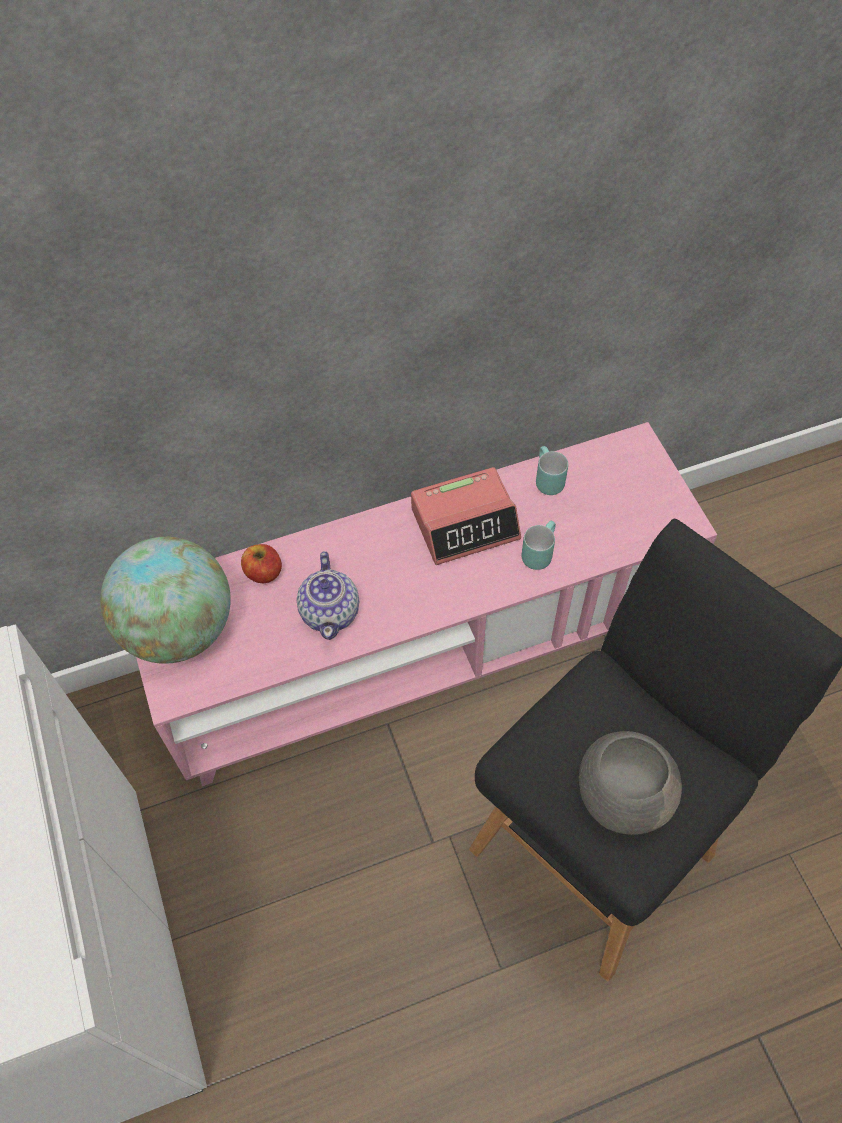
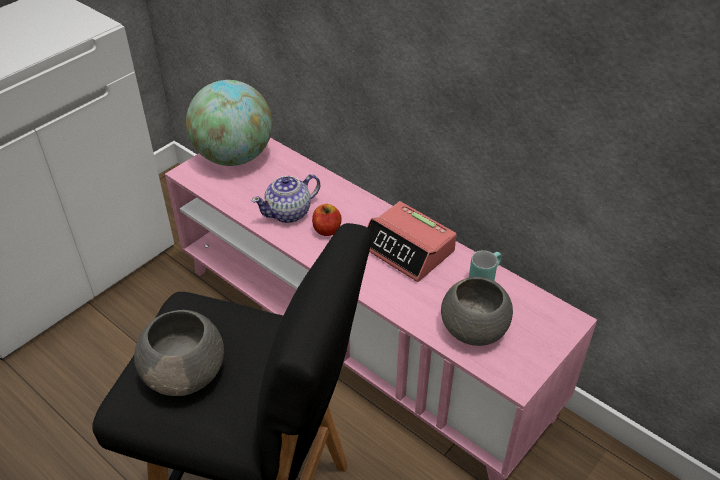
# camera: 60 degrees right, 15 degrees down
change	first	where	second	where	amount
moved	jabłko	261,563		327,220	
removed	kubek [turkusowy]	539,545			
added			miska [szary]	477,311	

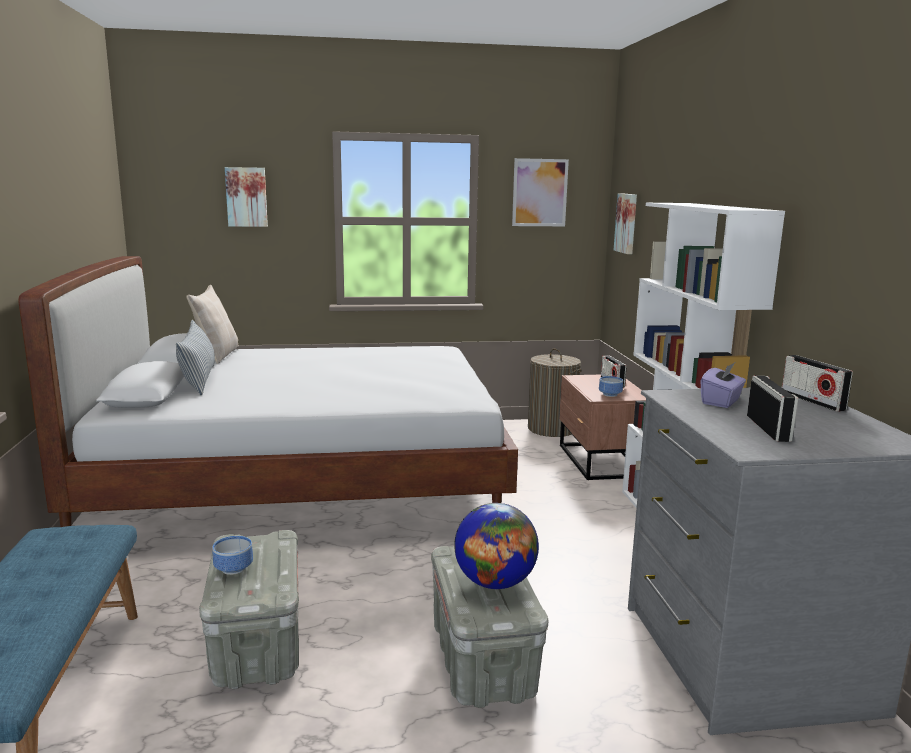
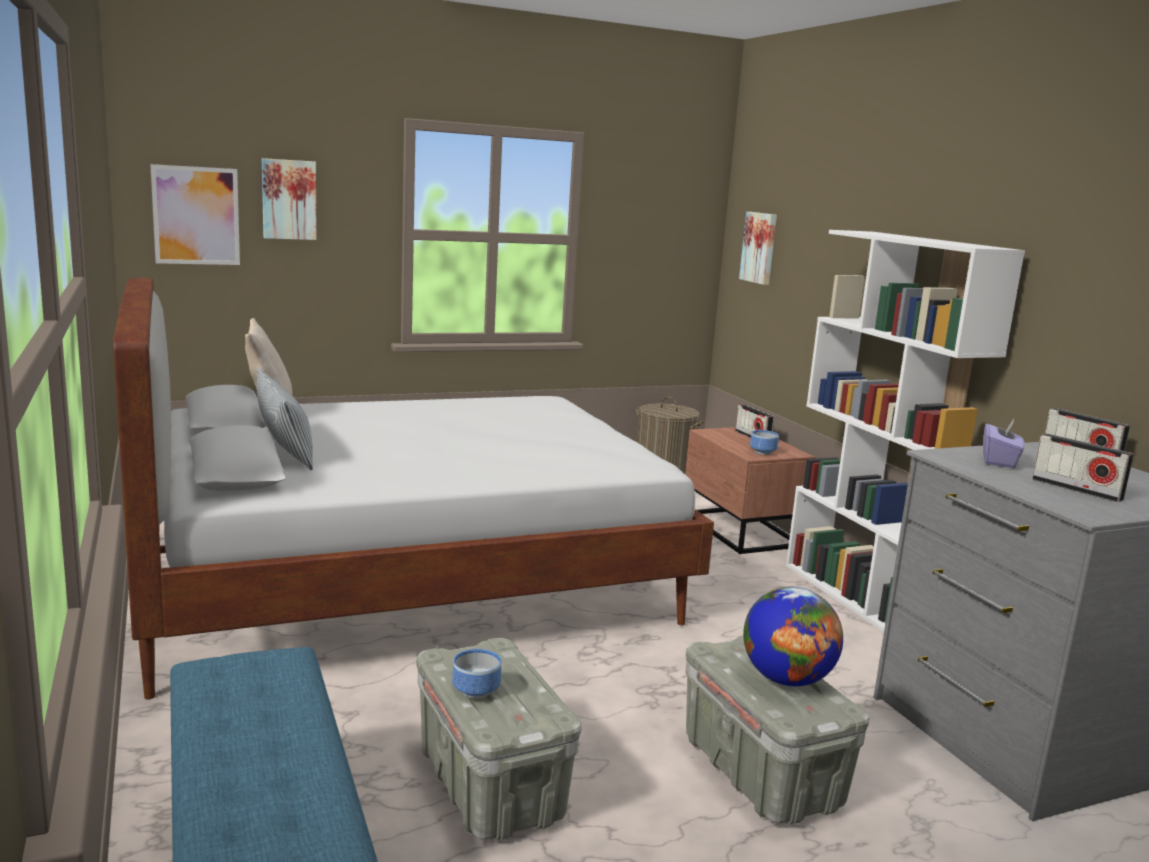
# camera: 15 degrees left, 0 degrees up
change	first	where	second	where	amount
moved	obraz	540,192		195,214	
turned	radio	772,408		1083,468	150 degrees clockwise

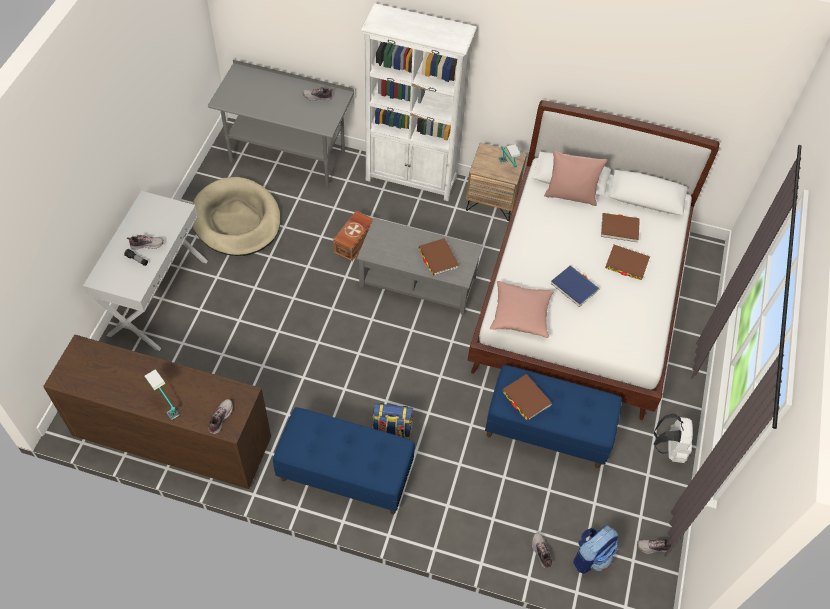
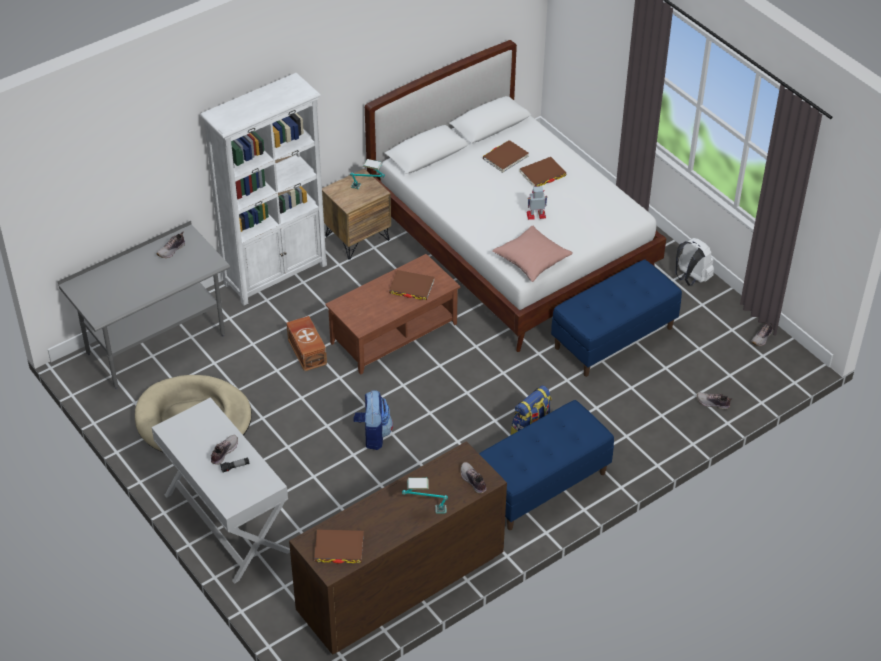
# camera: 50 degrees left, 10 degrees down
change	first	where	second	where	amount
recoloured	ława [szary]	420,266	ława [brązowy]	392,314	
moved	książka [brązowy]	527,397		339,546	
removed	poduszka [różowy]	575,178			
replaced	książka [niebieski]	575,286	robot zabawkowy	536,203	
moved	plecak	595,549		373,420	

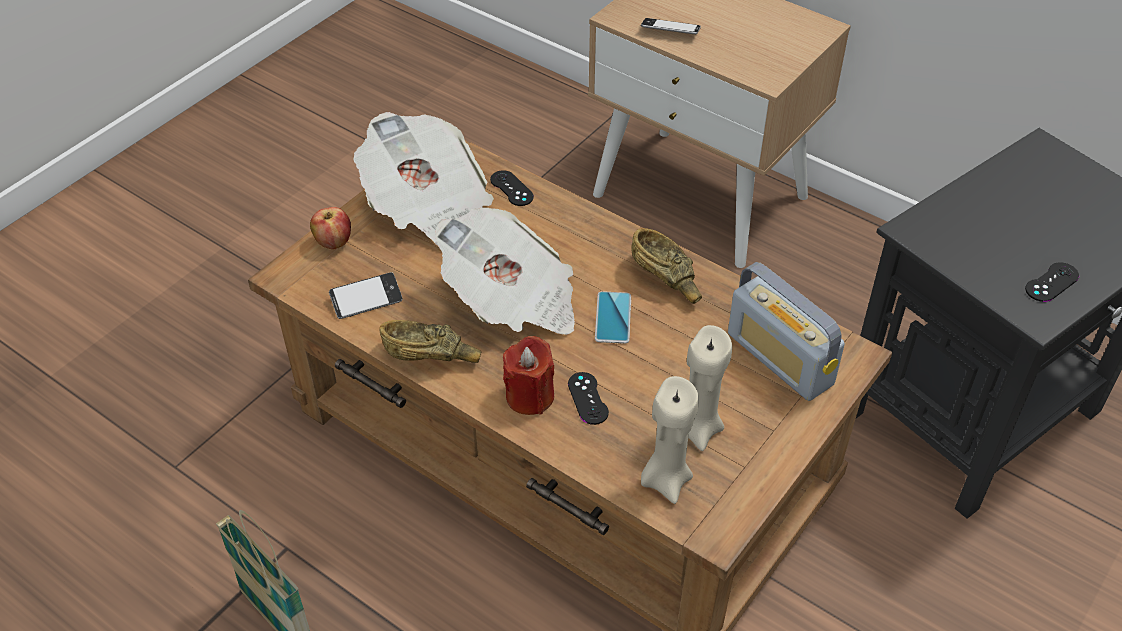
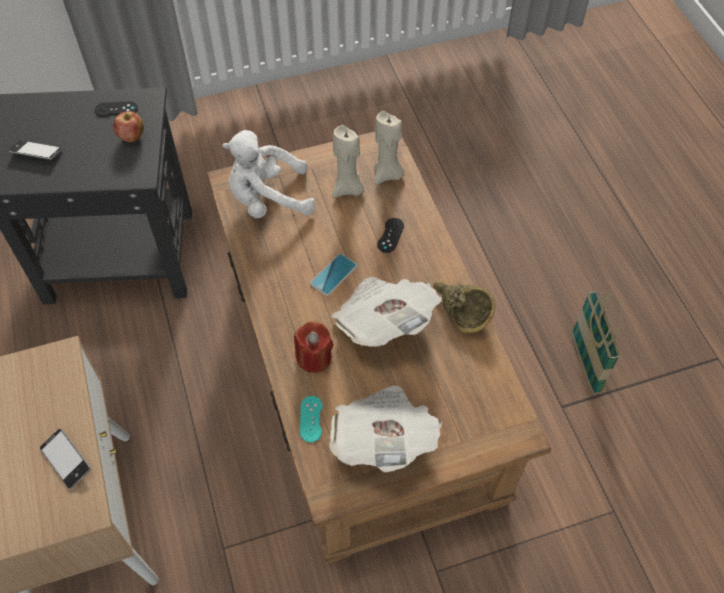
# camera: 145 degrees left, 10 degrees up
change	first	where	second	where	amount
moved	jabłko	330,228		128,127	
moved	telefon	366,295		35,150	
recoloured	pad do gier [czarny]	512,188	pad do gier [turkusowy]	311,419	
moved	świeca [czerwony]	528,375		314,347	
removed	miska [brązowy]	666,266			
replaced	radio	786,331	pluszak [biały]	268,174	

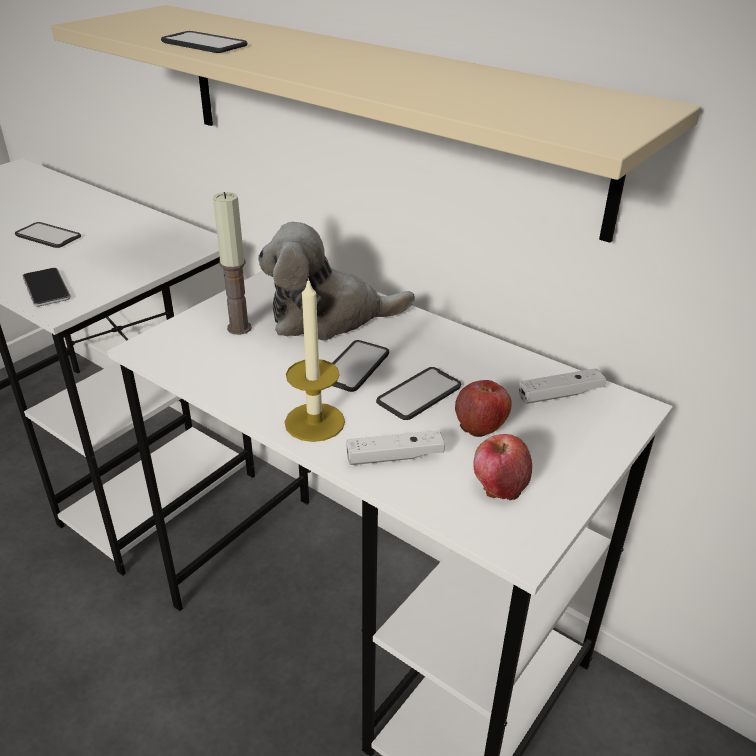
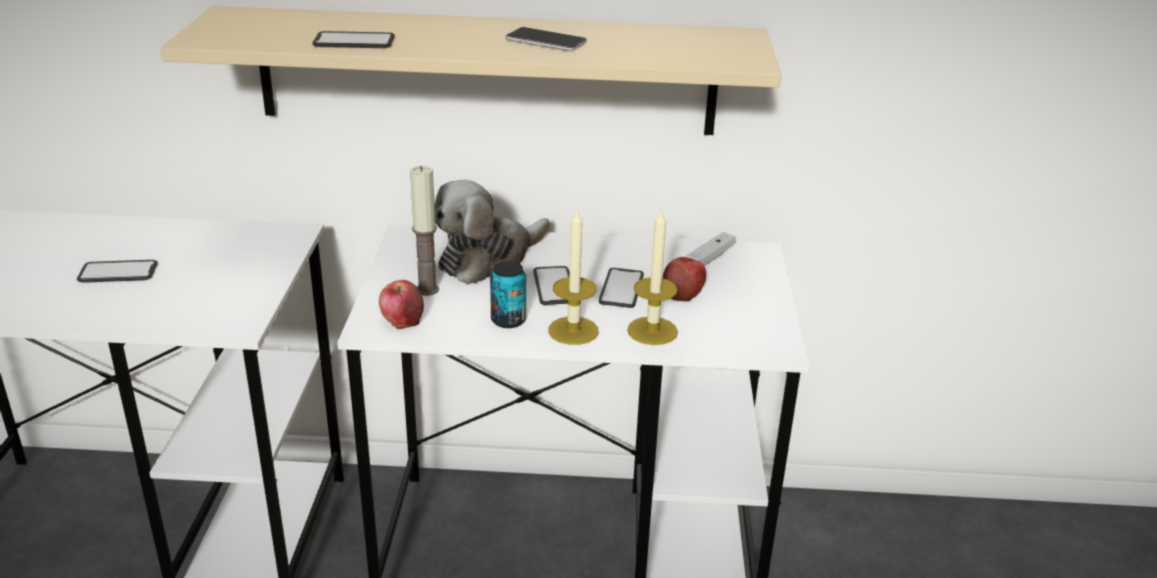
# camera: 35 degrees left, 5 degrees down
change	first	where	second	where	amount
moved	telefon	46,287		546,39	
replaced	pad do gier [biały]	395,447	świeca	652,276	
moved	jabłko	502,467		401,304	
added			puszka	508,294	

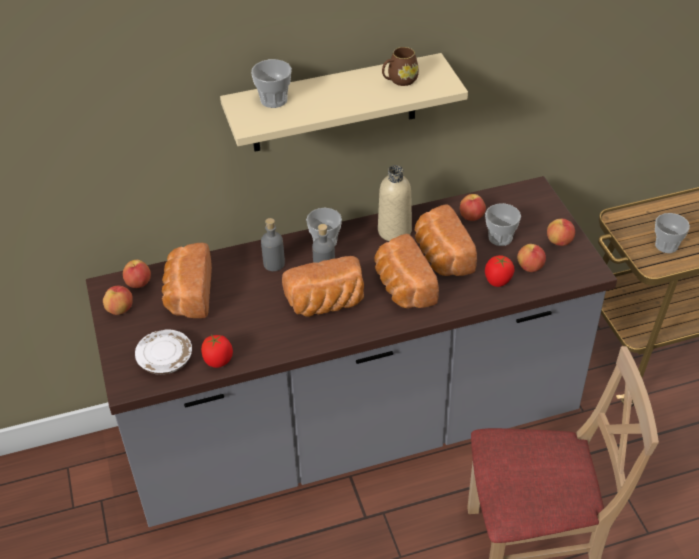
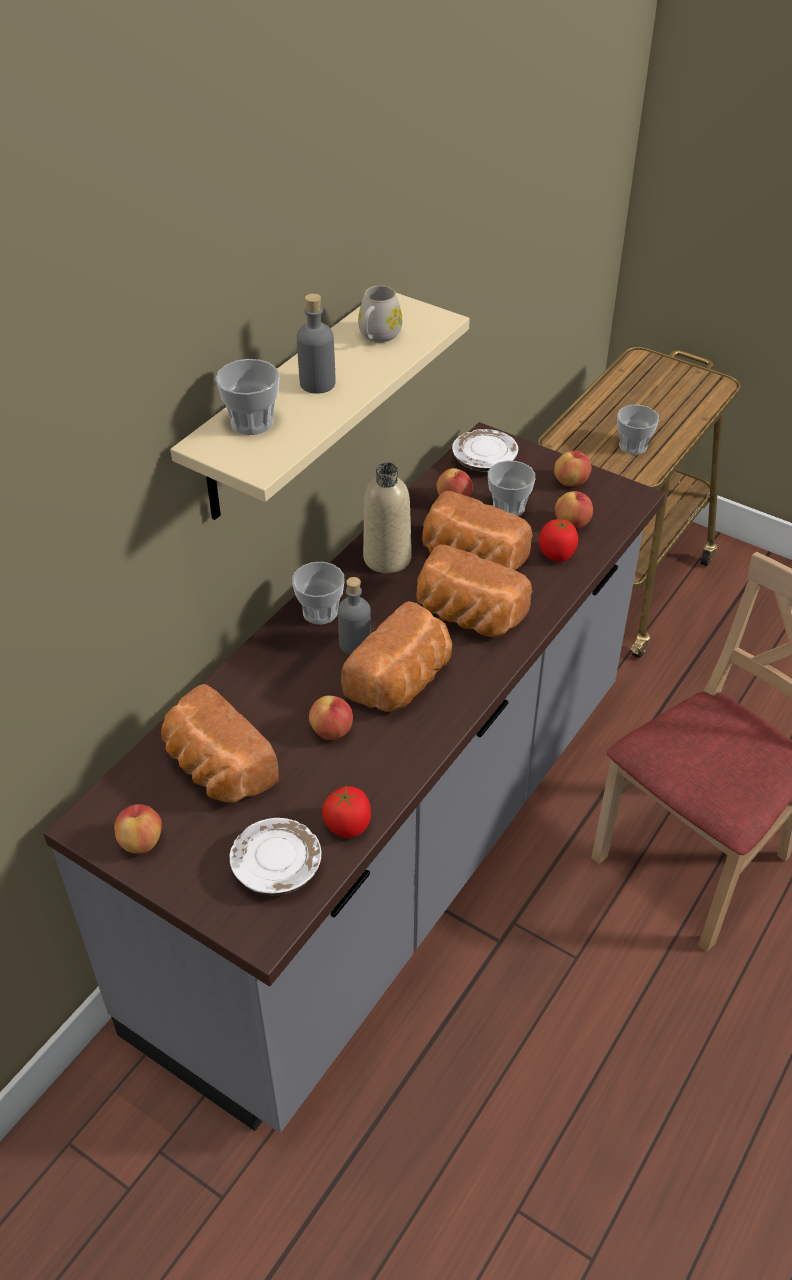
# camera: 40 degrees left, 0 degrees up
change	first	where	second	where	amount
moved	jabłko	137,274		331,718	
moved	butelka [szary]	273,244		316,343	
recoloured	kubek [brązowy]	400,66	kubek [biały]	380,314	
added			talerz [biały]	485,450	

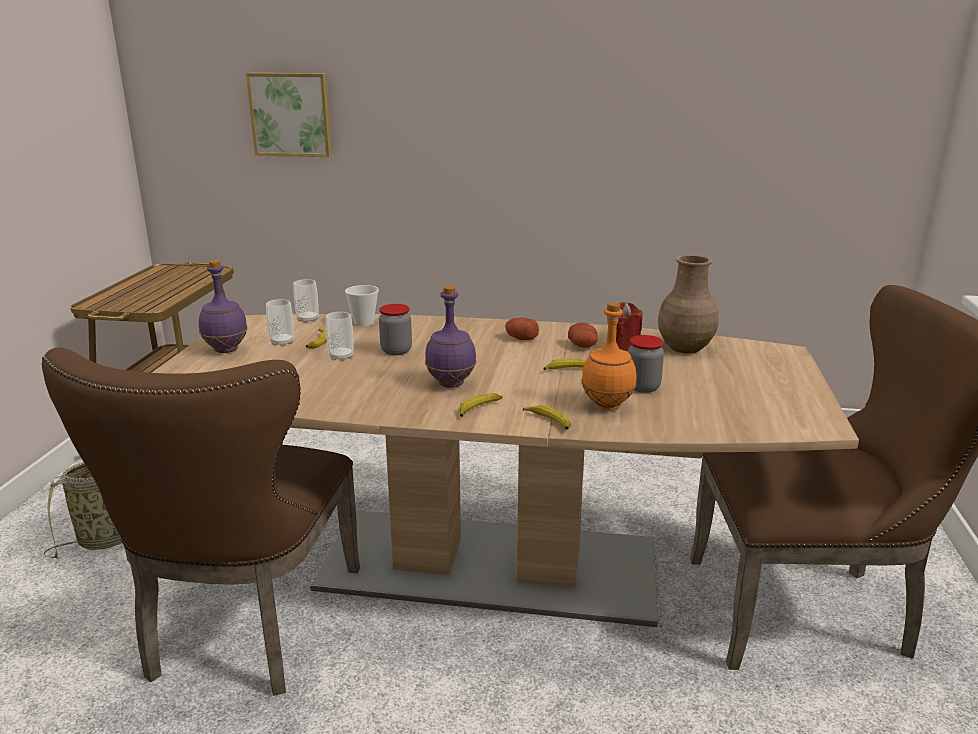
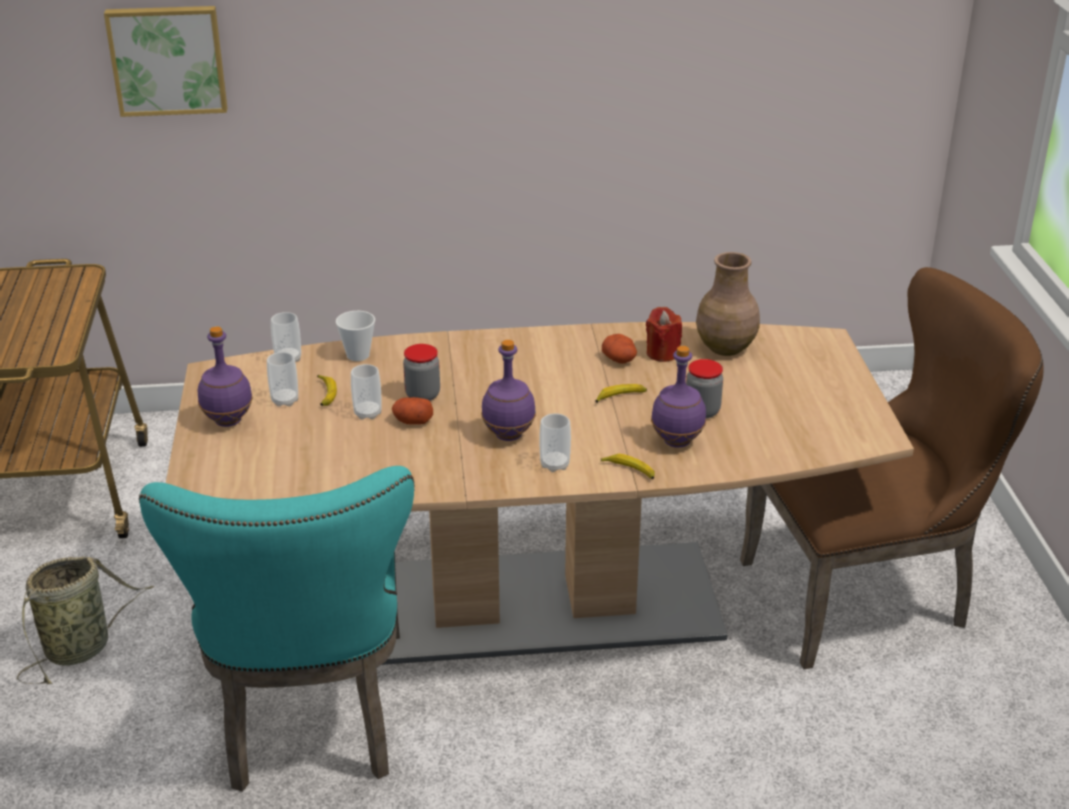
# camera: 15 degrees left, 10 degrees up
change	first	where	second	where	amount
recoloured	krzesło [brązowy]	201,521	krzesło [turkusowy]	276,629	
replaced	banan	481,405	filiżanka	555,442	
moved	ziemniak	522,329		412,411	
recoloured	butelka [pomarańczowy]	609,356	butelka [fioletowy]	678,397	

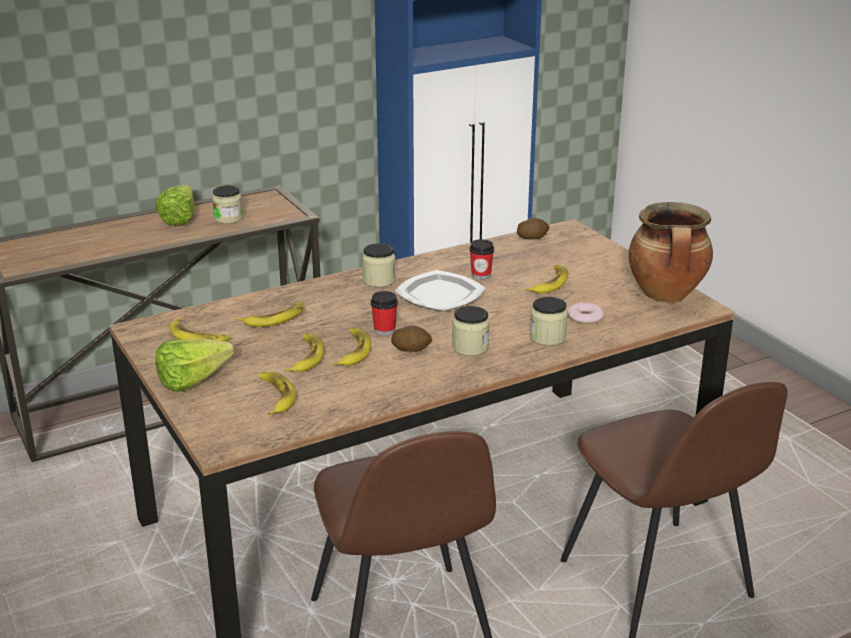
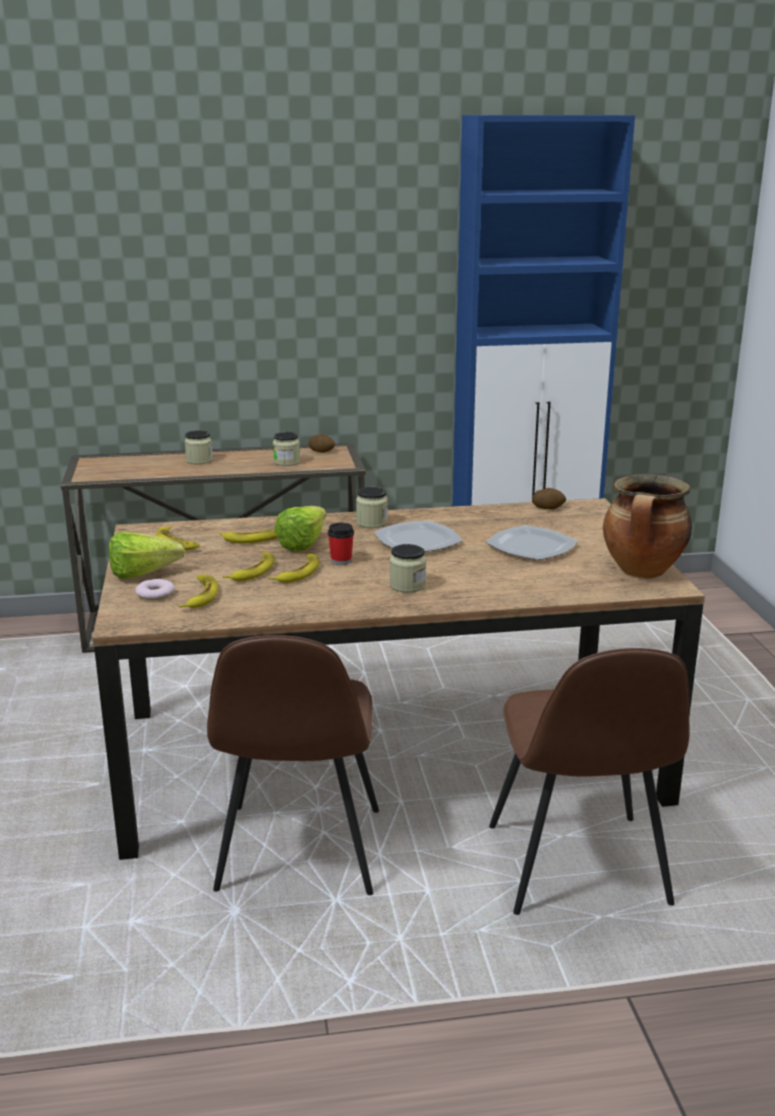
# camera: 20 degrees right, 5 degrees down
change	first	where	second	where	amount
moved	sałata	175,205		300,528	
moved	ziemniak	411,338		321,443	
removed	filiżanka	481,259			
replaced	banan	546,279	talerz	532,542	
moved	słoik	549,321		199,447	
moved	donut	585,313		155,589	

